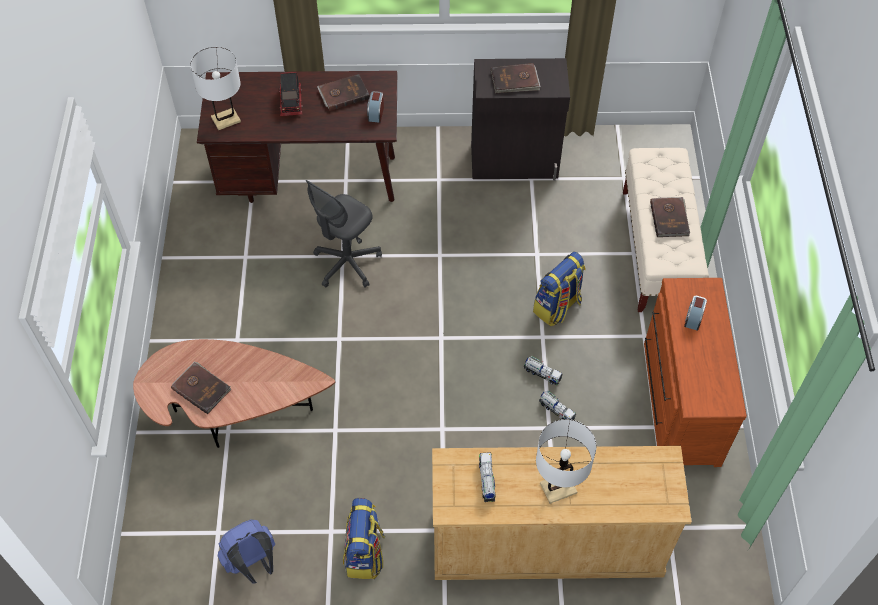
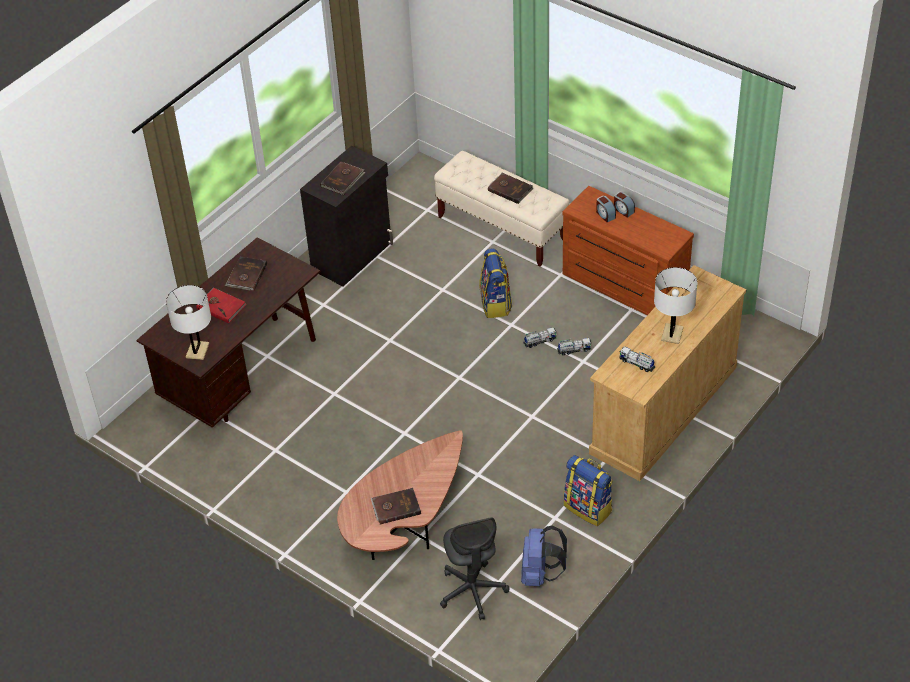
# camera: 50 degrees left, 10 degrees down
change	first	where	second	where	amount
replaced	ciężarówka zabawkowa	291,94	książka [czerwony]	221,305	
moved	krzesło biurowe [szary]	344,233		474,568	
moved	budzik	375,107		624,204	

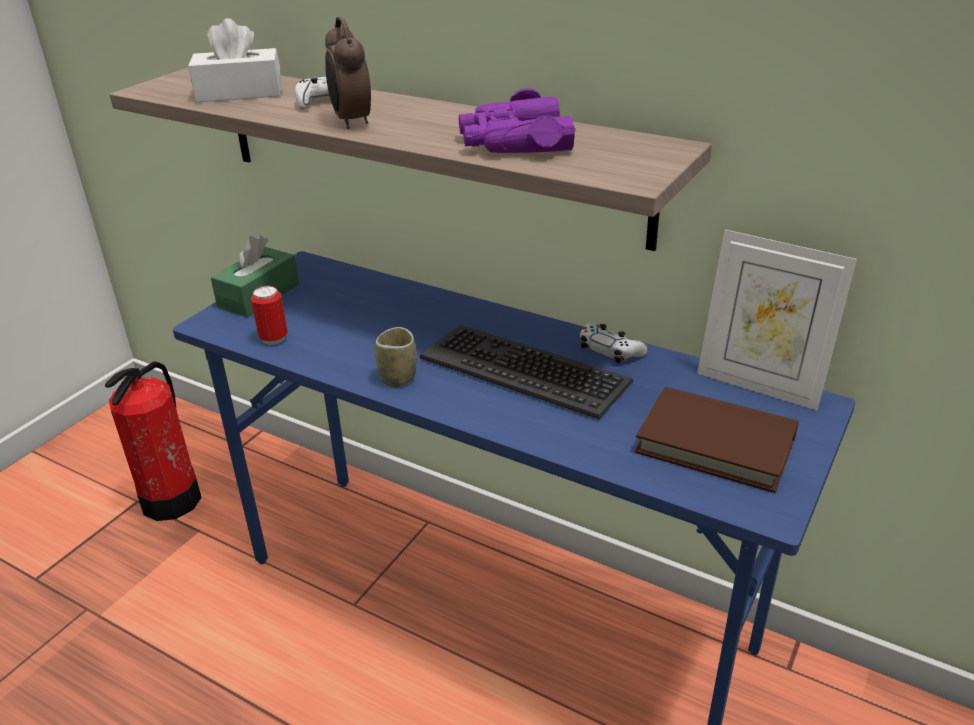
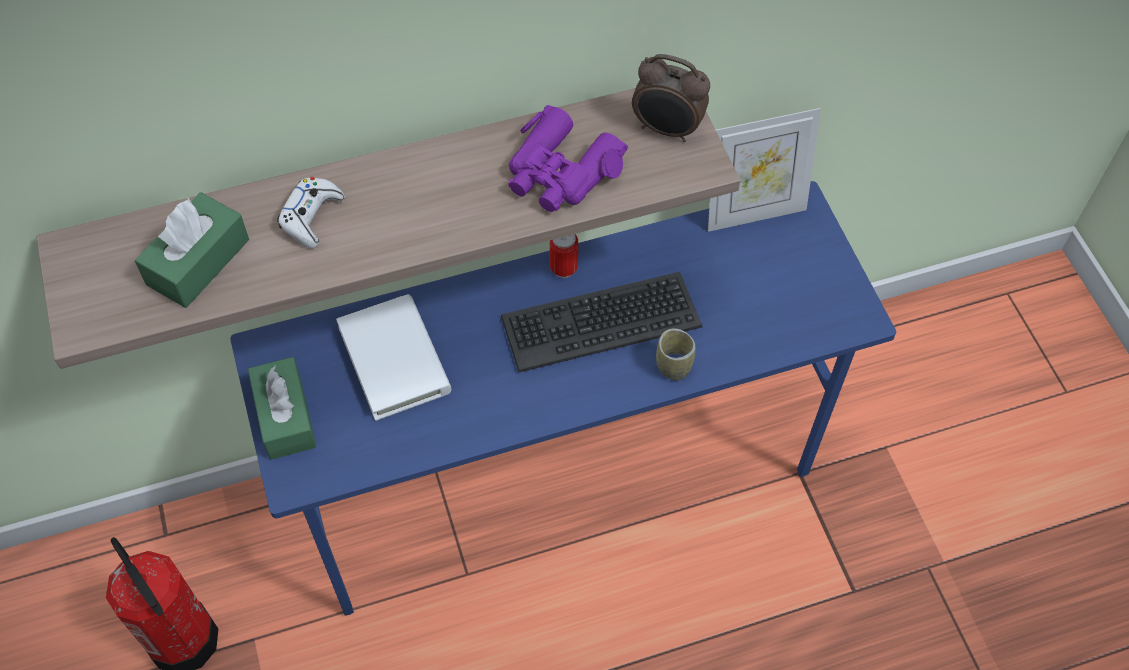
# camera: 50 degrees left, 25 degrees up
change	first	where	second	where	amount
recoloured	pudełko chusteczek [biały]	235,60	pudełko chusteczek [zielony]	192,250	
moved	puszka	269,315		564,256	
moved	budzik	348,72		671,98	
moved	filiżanka	396,357		676,354	
removed	pad do gier [biały]	613,343			
removed	książka [brązowy]	717,440			
added			książka [biały]	393,357	

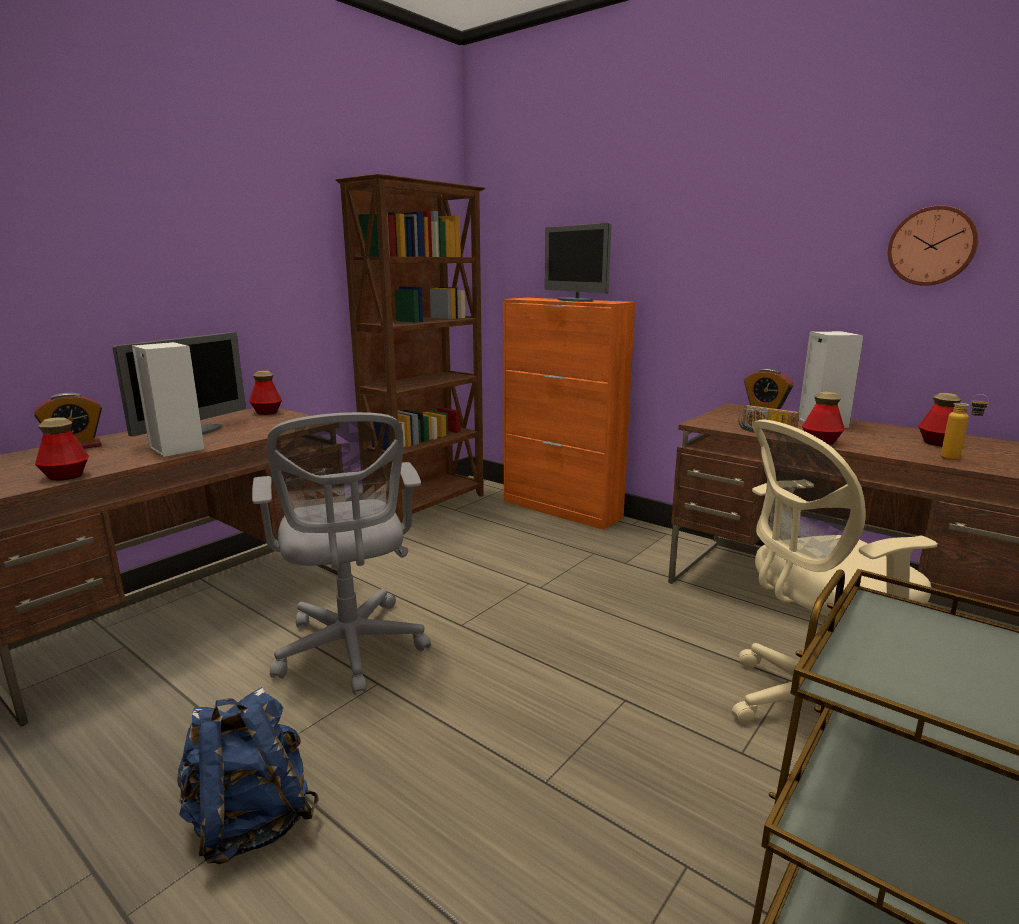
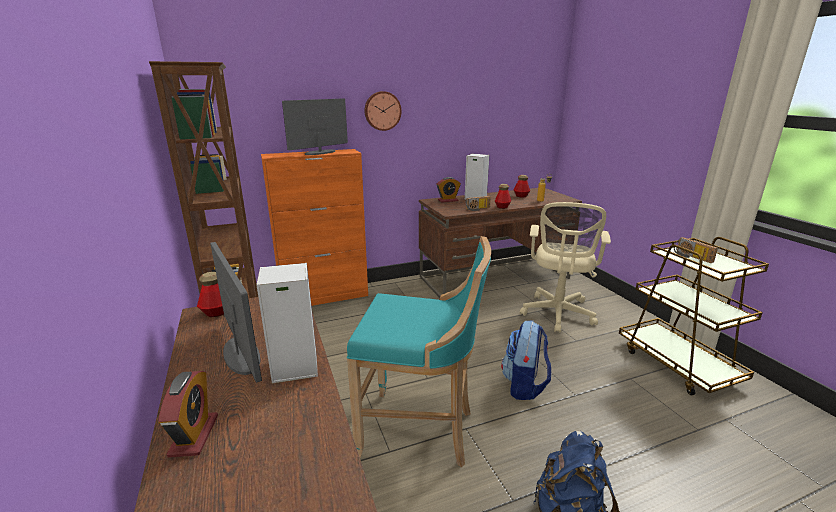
# camera: 60 degrees left, 5 degrees up
change	first	where	second	where	amount
removed	butelka	62,448			
replaced	krzesło biurowe [szary]	341,553	stołek [turkusowy]	419,352	
turned	monitor	578,262		315,126	135 degrees clockwise
moved	zegar ścienny	933,245		383,111	
added			plecak	526,360	
added			radio	696,250	

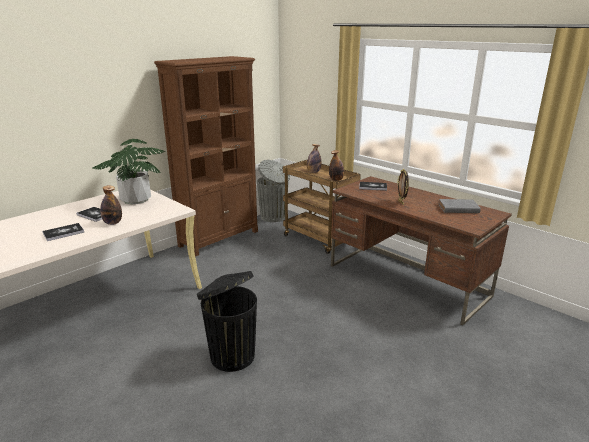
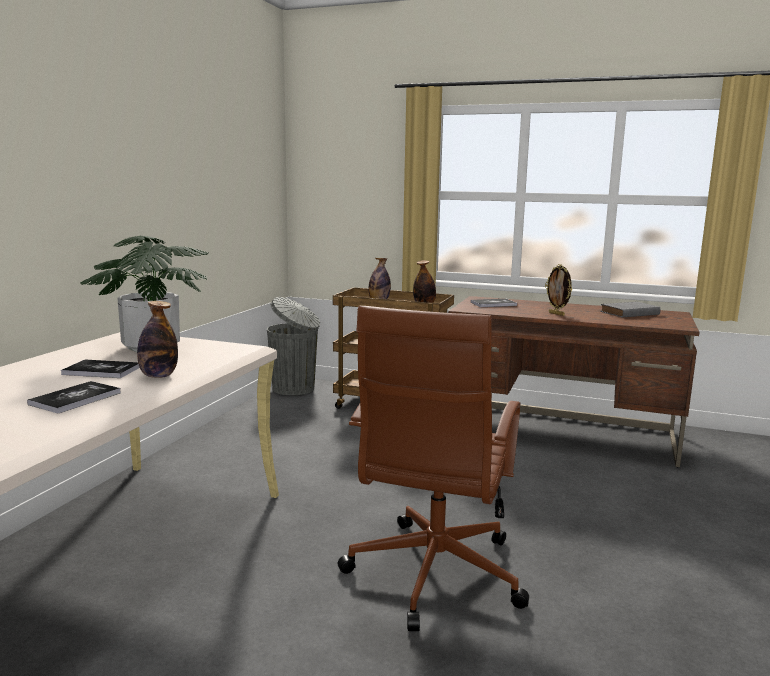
# camera: 25 degrees left, 10 degrees down
change	first	where	second	where	amount
removed	regał [brązowy]	206,156			
replaced	kosz na śmieci [czarny]	227,321	krzesło biurowe [brązowy]	433,468	

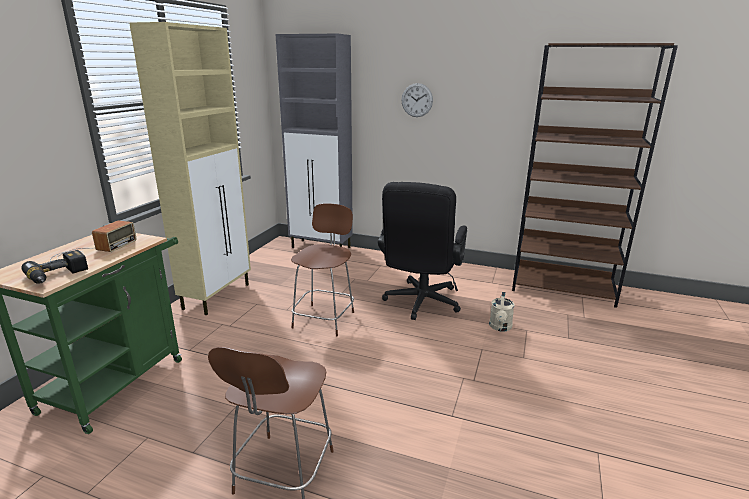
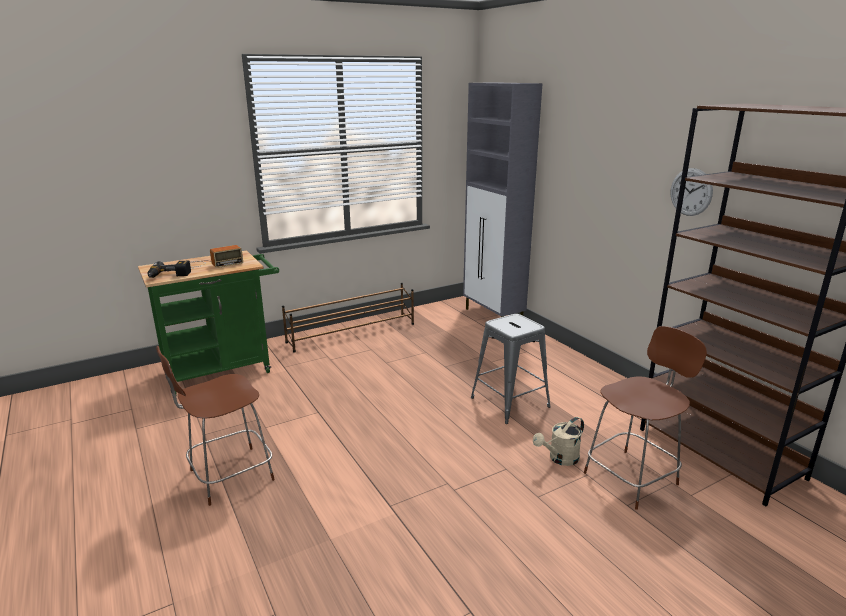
# camera: 40 degrees right, 0 degrees up
change	first	where	second	where	amount
replaced	szafka [beżowy]	190,168	regał na buty [brązowy]	348,318	
moved	stołek [brązowy]	322,269		645,418	
replaced	krzesło biurowe [czarny]	422,251	stołek [szary]	511,369	
moved	zegar ścienny	417,100		691,192	

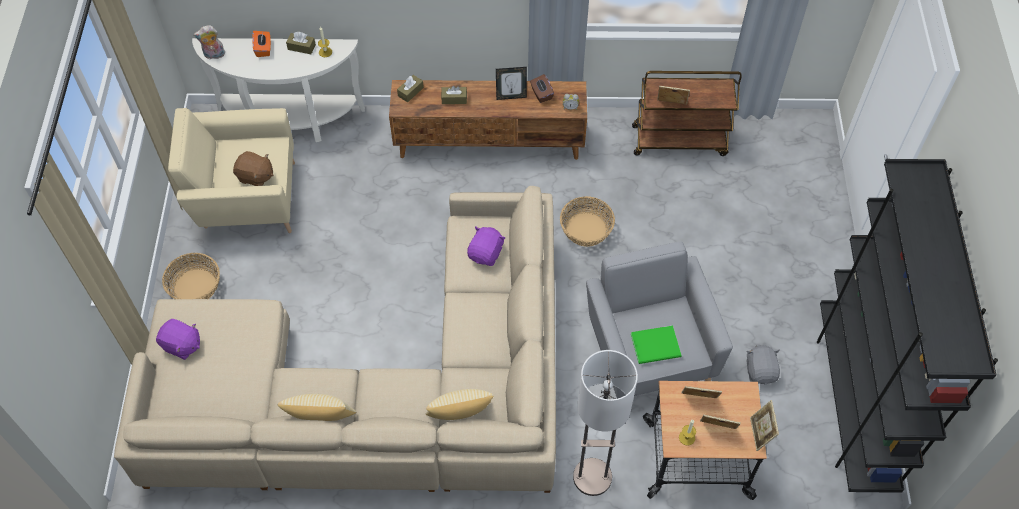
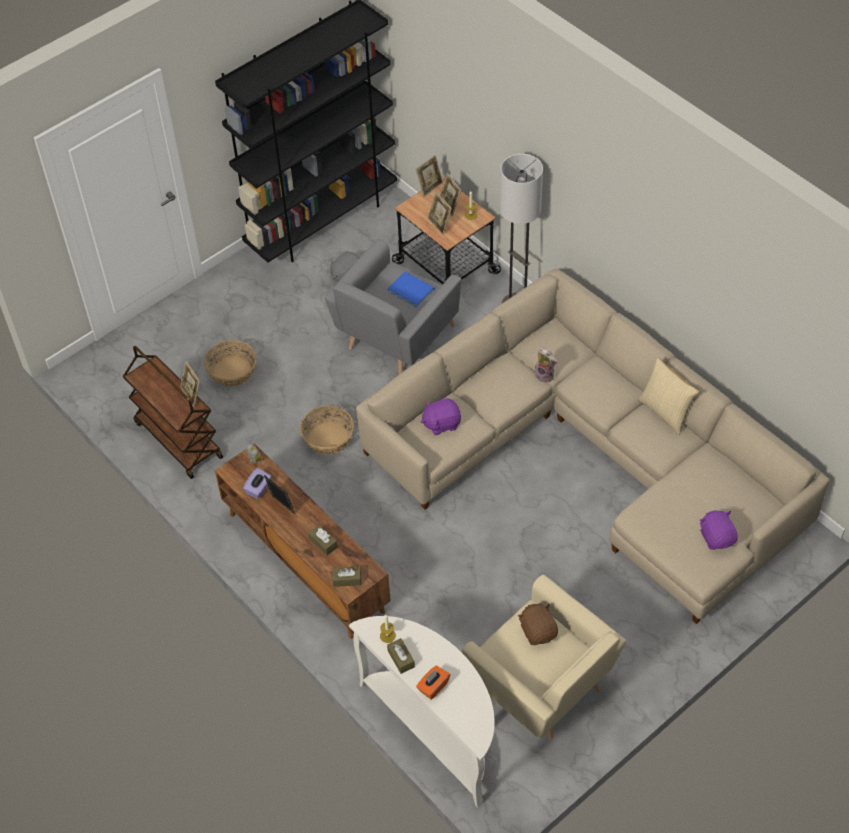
# camera: 130 degrees left, 5 degrees down
change	first	where	second	where	amount
moved	koszyk	191,276		230,363	
moved	pluszak	209,42		546,365	
removed	poduszka	459,404			
recoloured	pudełko chusteczek [brązowy]	542,88	pudełko chusteczek [fioletowy]	257,483	
recoloured	książka [zielony]	656,344	książka [niebieski]	411,289	

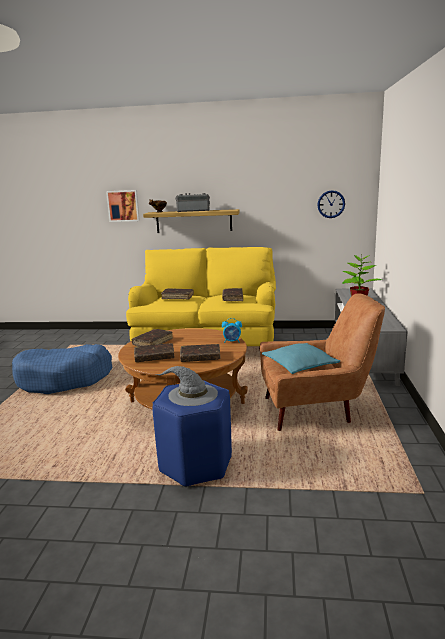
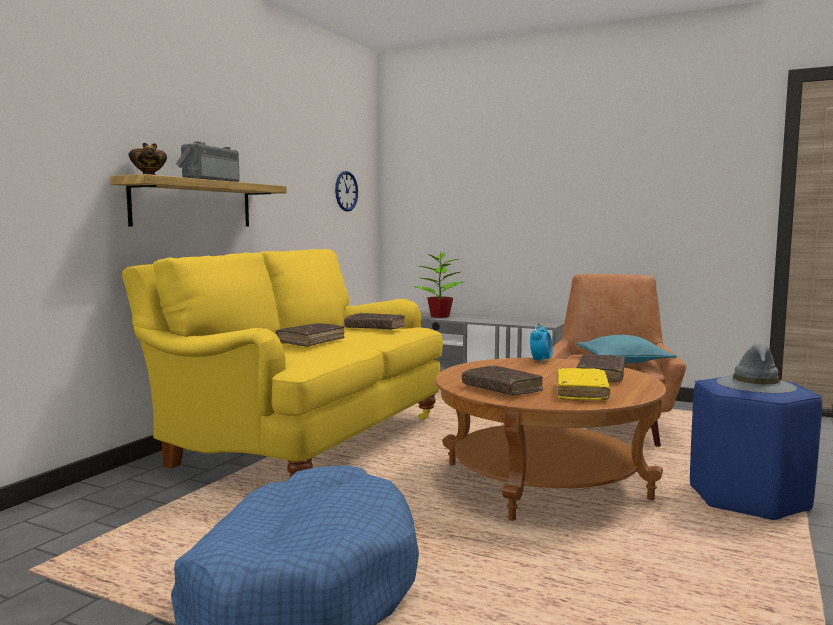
# camera: 70 degrees left, 10 degrees down
change	first	where	second	where	amount
removed	obraz	123,206			
recoloured	książka [brązowy]	154,352	książka [żółty]	583,384	

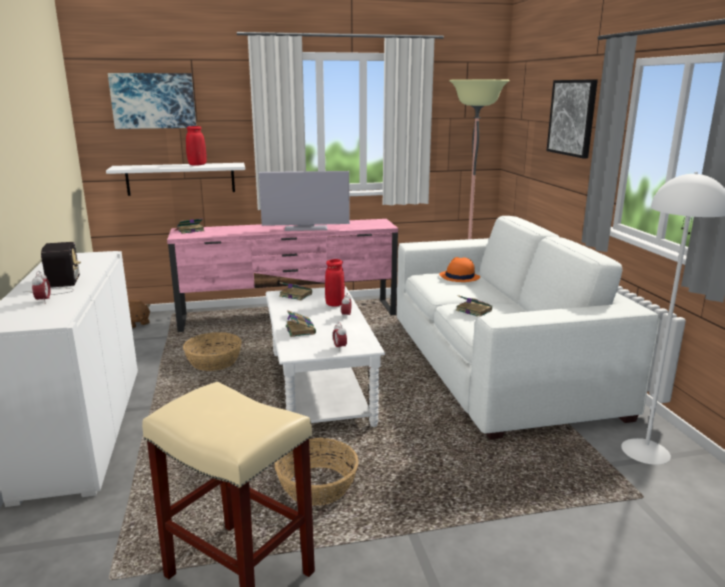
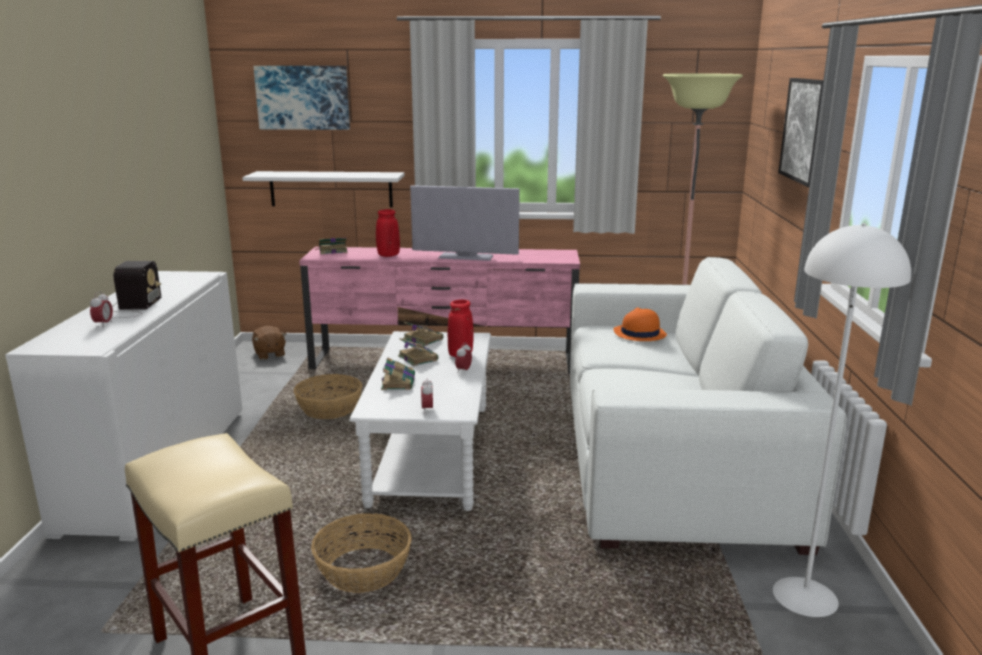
# camera: 15 degrees right, 0 degrees up
change	first	where	second	where	amount
moved	wazon [czerwony]	196,146		388,233	
moved	książka	474,306		418,352	

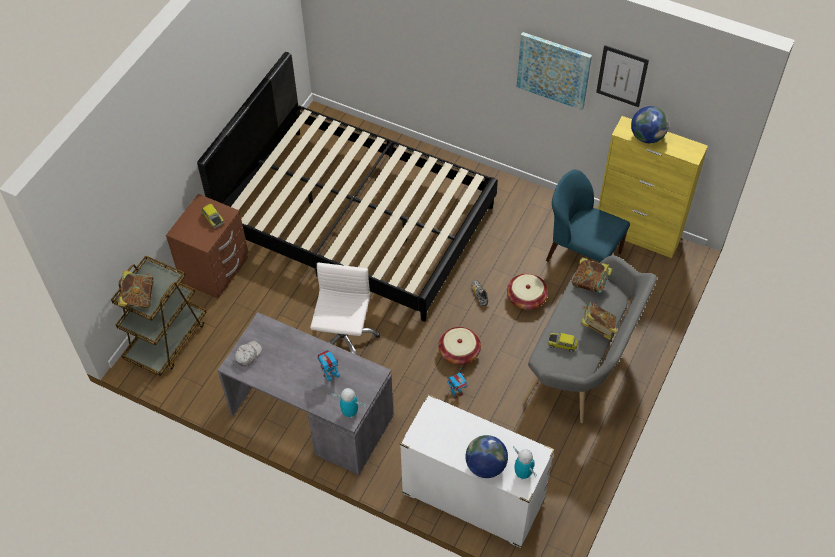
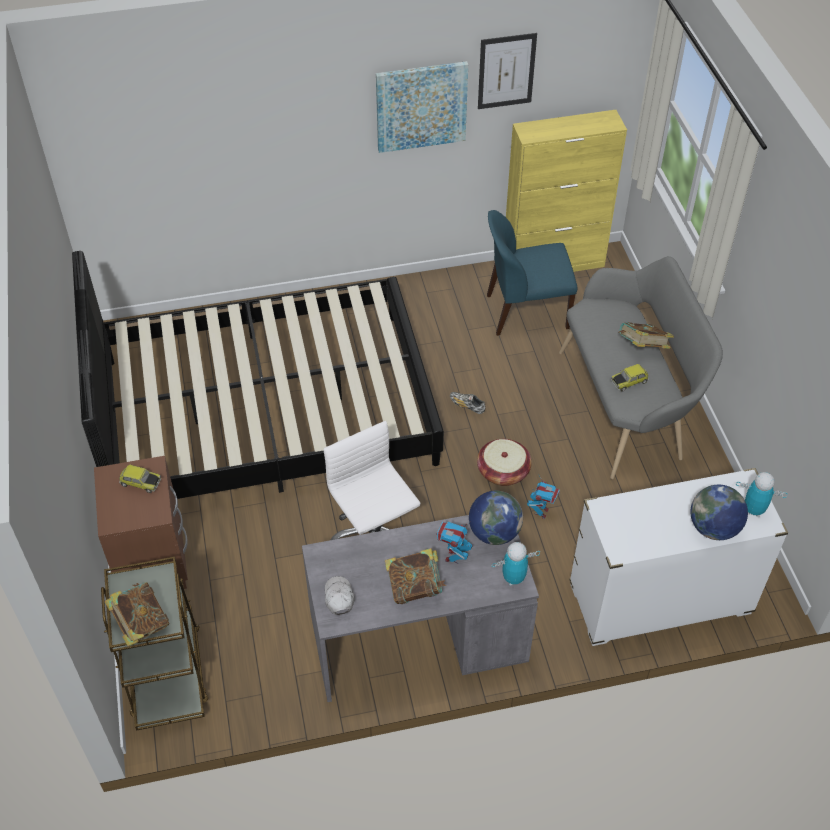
# camera: 40 degrees left, 5 degrees down
change	first	where	second	where	amount
removed	koszyk	527,292			
moved	książka	592,275		415,576	
moved	globus	650,124		496,518	

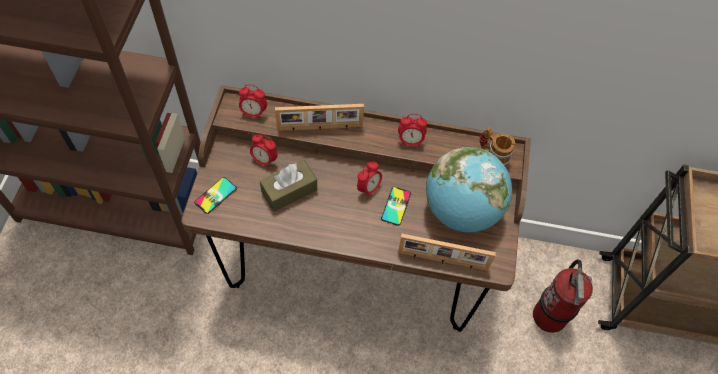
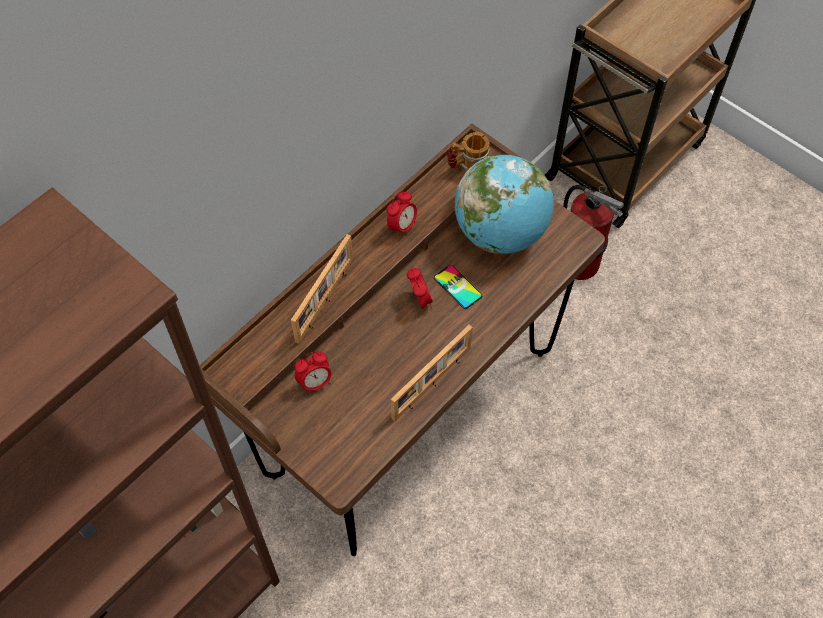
# camera: 55 degrees left, 0 degrees up
change	first	where	second	where	amount
removed	telefon	215,195			
removed	budzik	253,102			
removed	pudełko chusteczek [brązowy]	288,186			
moved	ramka na zdjęcie	447,252		432,373	

